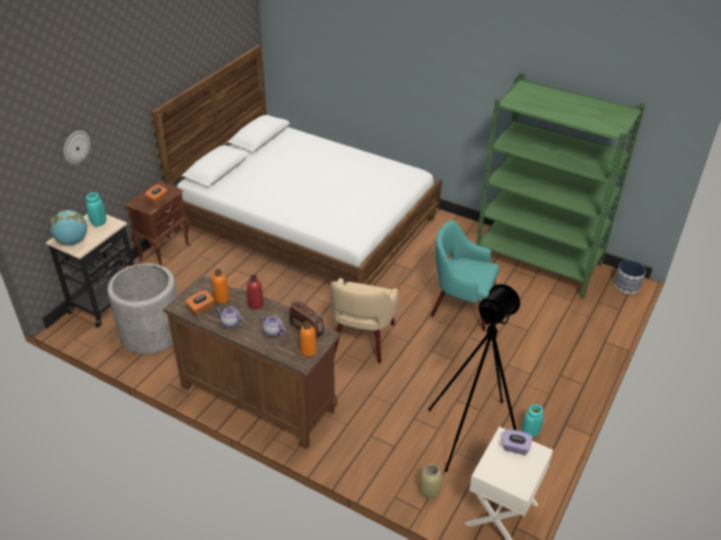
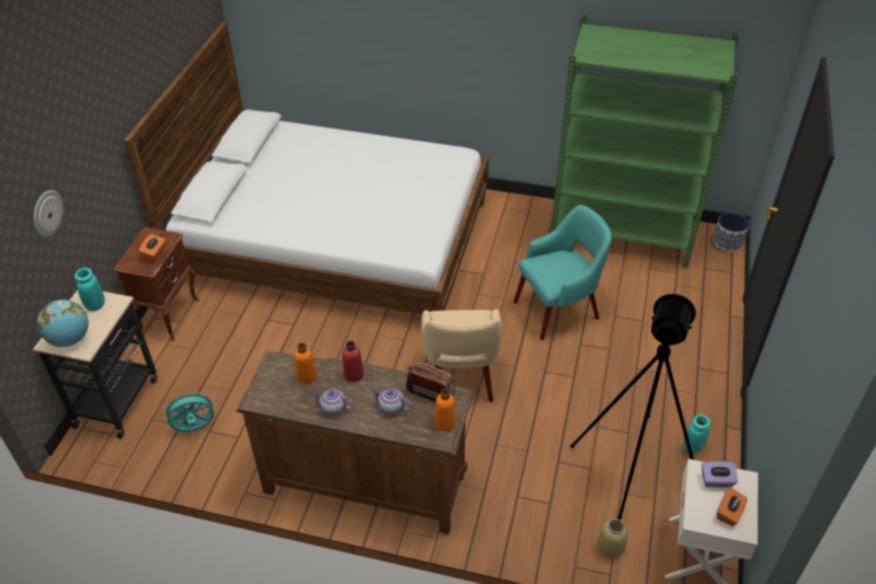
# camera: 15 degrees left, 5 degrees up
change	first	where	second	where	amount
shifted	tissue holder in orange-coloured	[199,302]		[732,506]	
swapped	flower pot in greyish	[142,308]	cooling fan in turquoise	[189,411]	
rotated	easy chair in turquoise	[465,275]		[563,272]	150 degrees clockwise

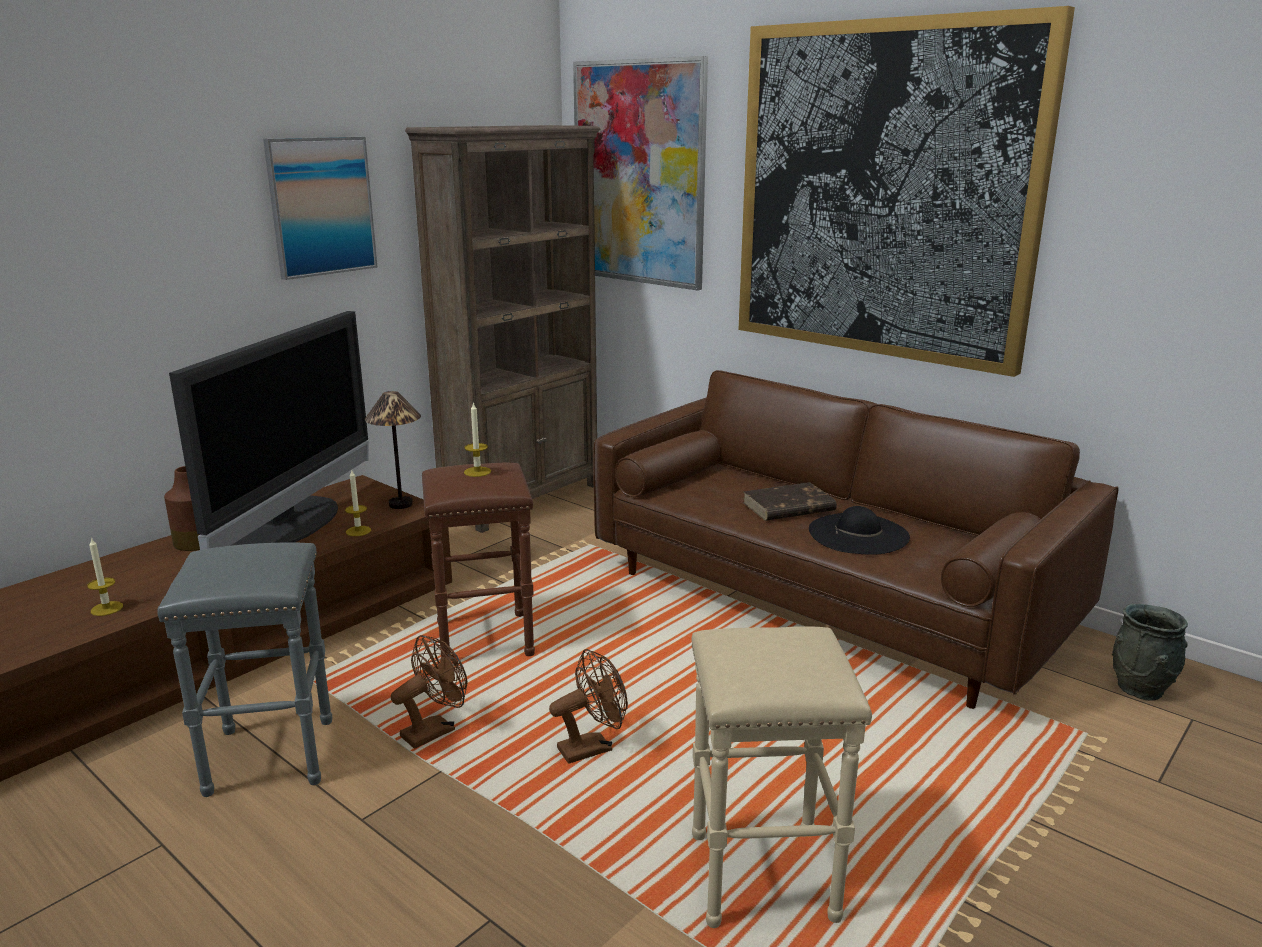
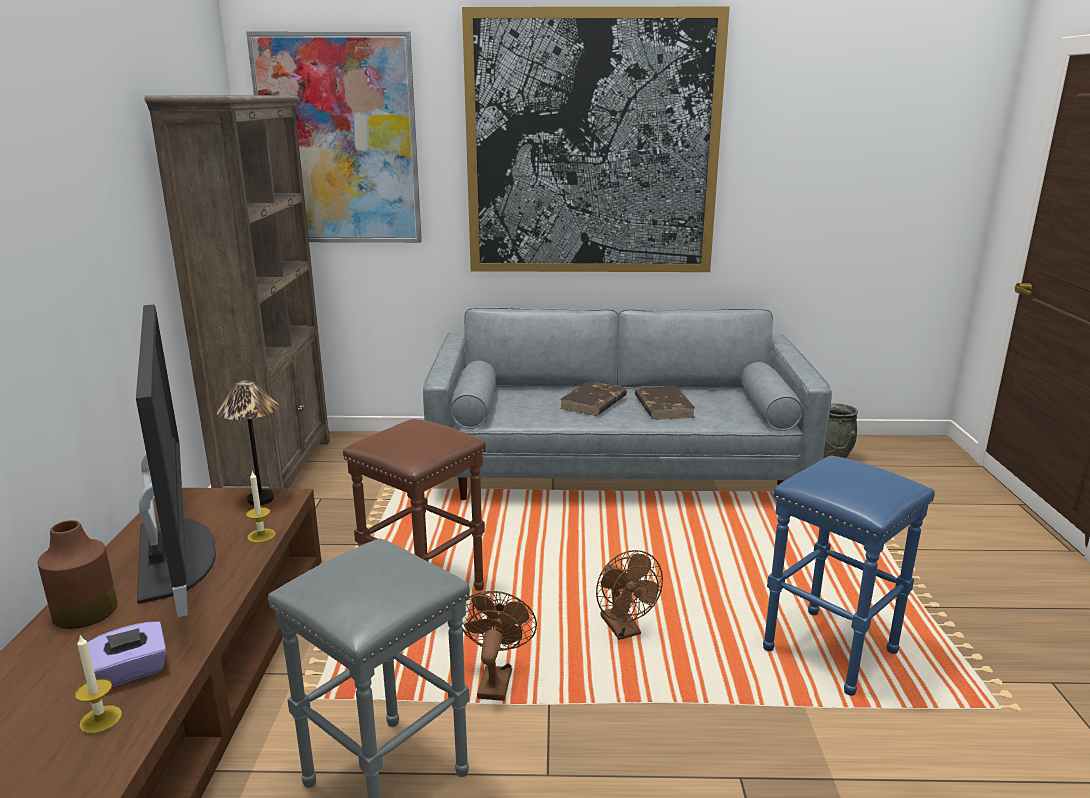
# camera: 40 degrees left, 0 degrees up
change	first	where	second	where	amount
gone	wall art	[320,208]			
gone	wax light	[477,439]			
new			tissue holder in purplish	[126,654]	
swapped	wearable hat in black-coloured	[859,530]	bound book in brown-coloured	[665,403]	
repainted	couch in brown-coloured	[856,539]	couch in greyish	[627,404]	
repainted	stool in beige-coloured	[781,777]	stool in bluish	[849,576]	
rotated	cooling fan in brown-coloured	[588,706]		[629,595]	135 degrees clockwise

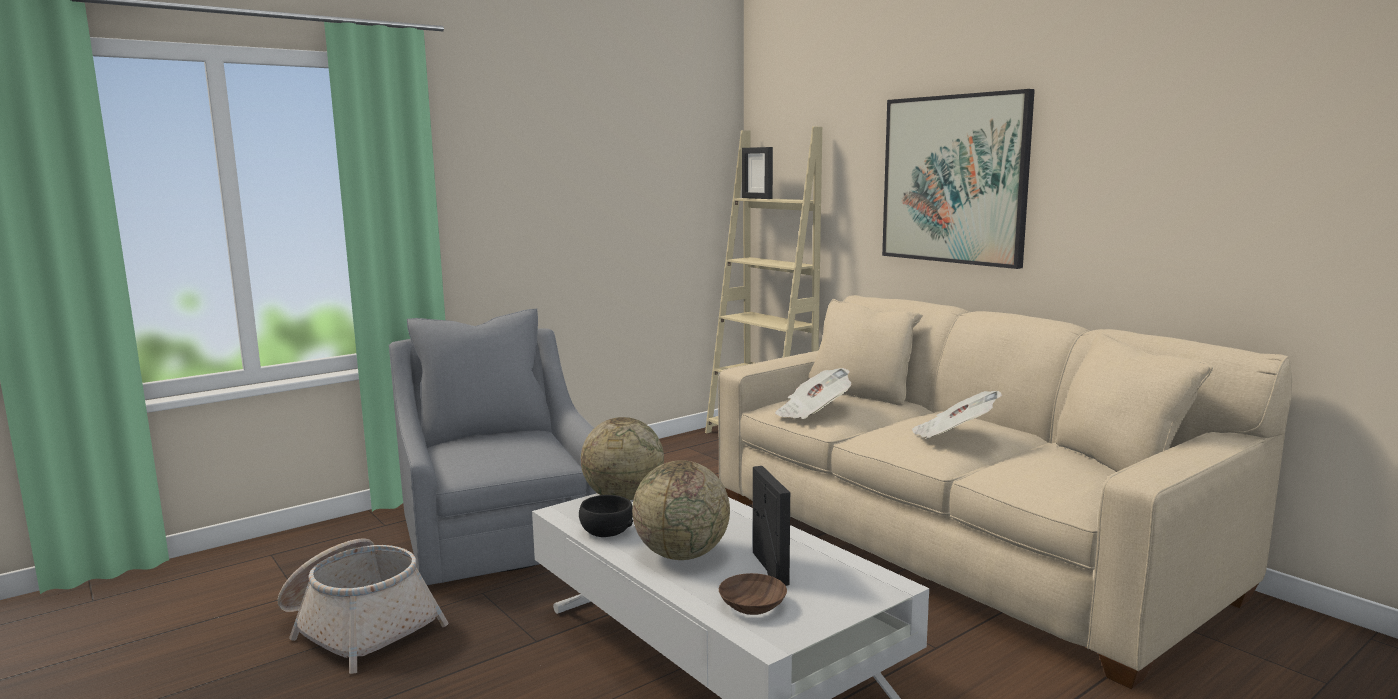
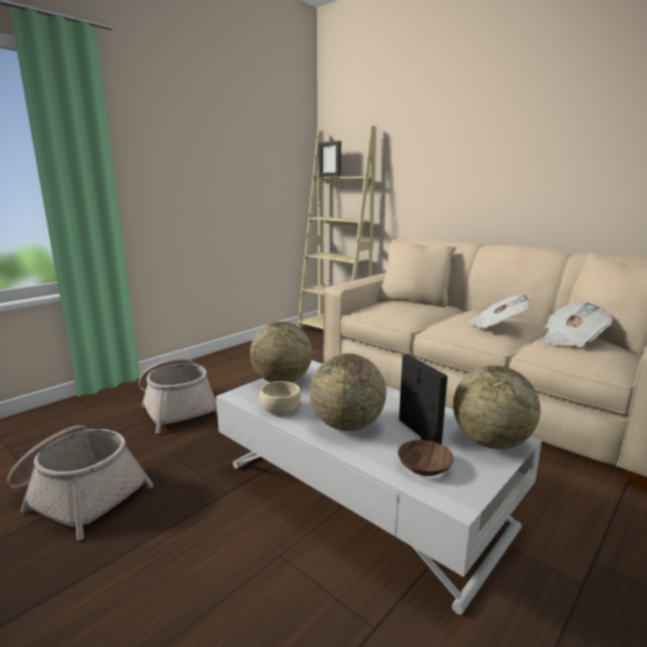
# camera: 10 degrees left, 5 degrees up
change	first	where	second	where	amount
gone	wall art	[958,179]			
new			world globe	[497,407]	
shifted	daily paper	[813,393]		[577,324]	
swapped	easy chair in greyish	[493,447]	storage basket	[178,395]	
repainted	bowl in black-coloured	[606,516]	bowl in beige-coloured	[280,398]	

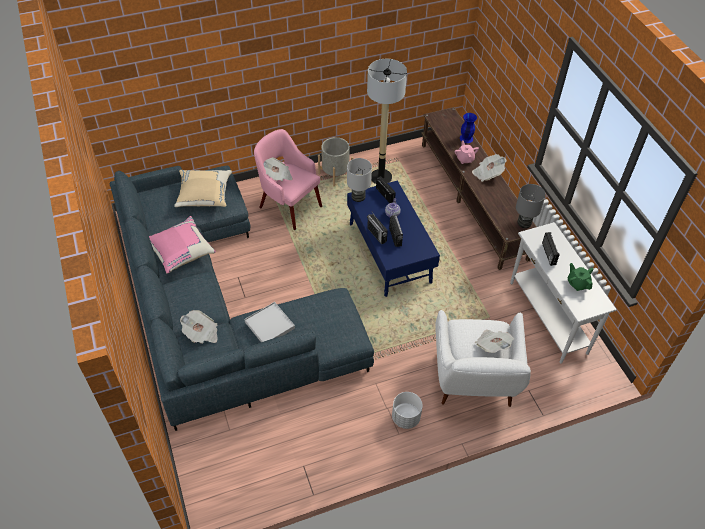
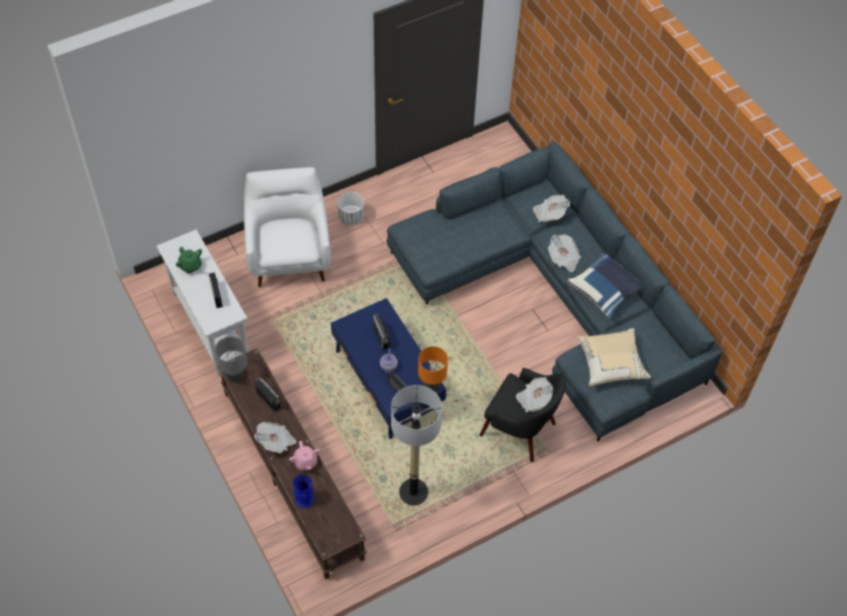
# camera: 170 degrees right, 5 degrees up
change	first	where	second	where	amount
gone	tray in whitish	[269,322]			
gone	flower pot in greyish	[335,162]			
shifted	radio receiver	[377,228]		[268,394]	
shifted	daily paper	[494,341]		[564,253]	
repainted	cushion in pink-coloured	[182,245]	cushion in bluish	[604,285]	
repainted	easy chair in pink-coloured	[288,179]	easy chair in black-coloured	[523,415]	
repainted	tabletop lamp in greyish	[359,180]	tabletop lamp in orange-coloured	[433,369]	

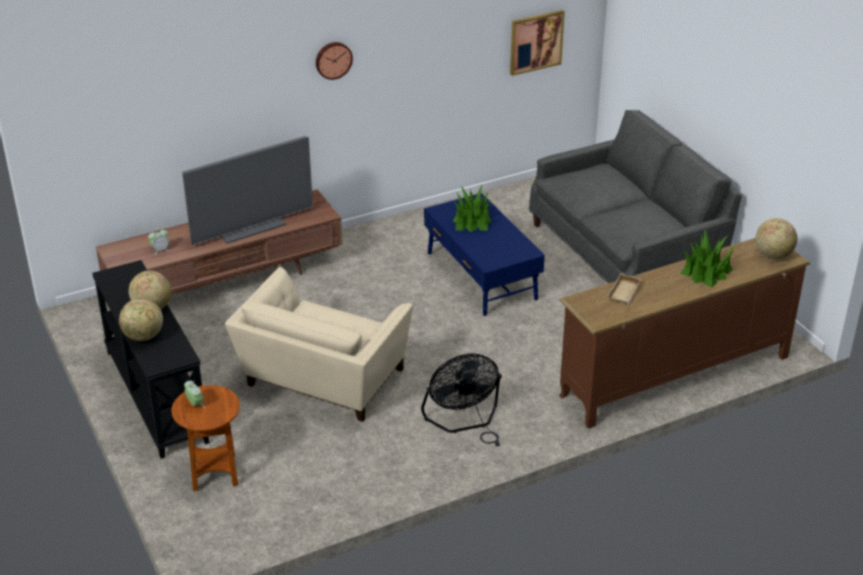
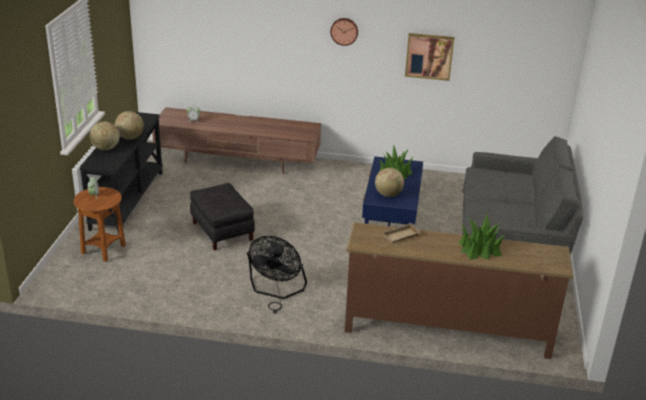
# camera: 35 degrees right, 5 degrees down
change	first	where	second	where	amount
gone	TV	[247,190]			
shifted	wall art	[537,43]		[429,57]	
shifted	world globe	[776,238]		[389,182]	
swapped	easy chair in beige-coloured	[319,344]	ottoman in black-coloured	[222,216]	

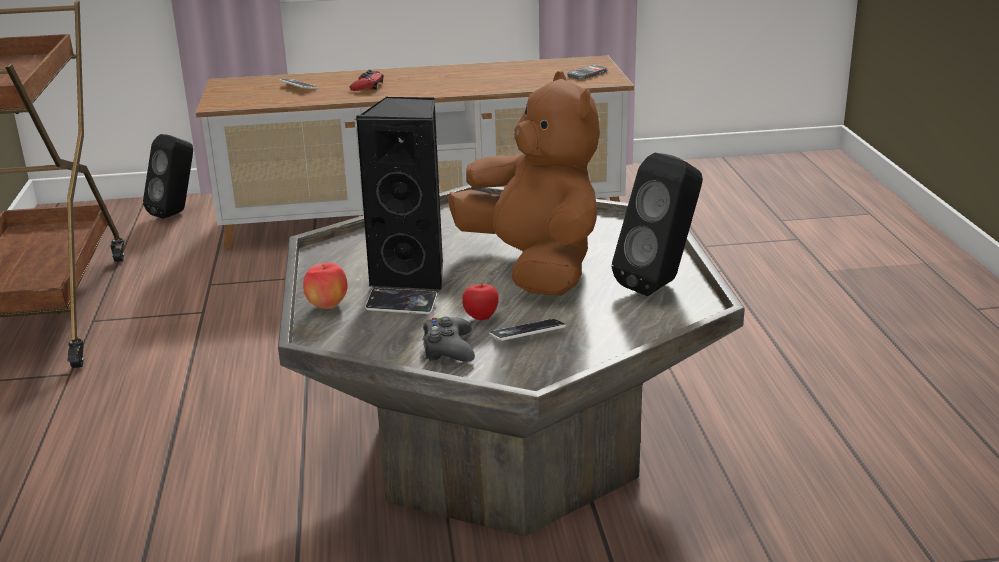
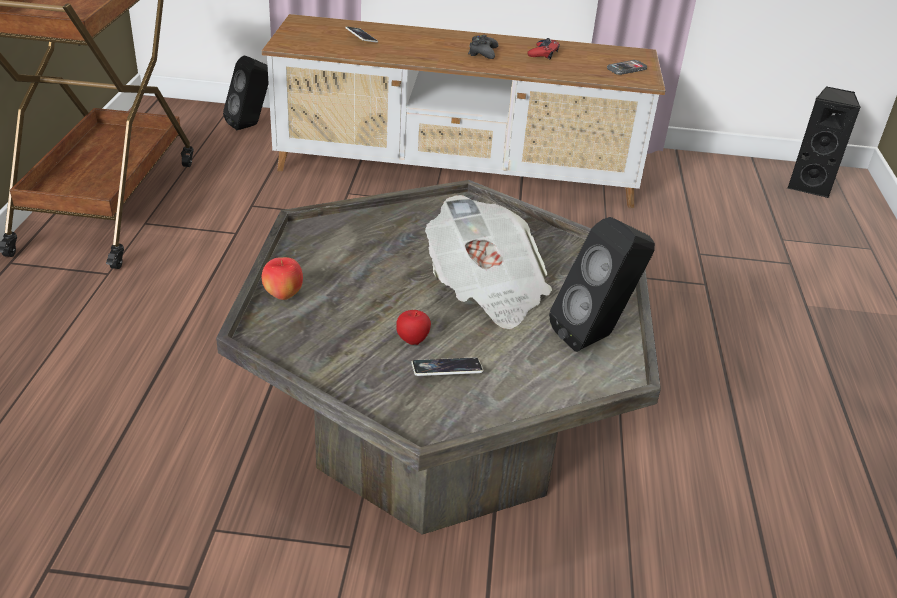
# camera: 10 degrees right, 10 degrees up
change	first	where	second	where	amount
gone	handset	[401,301]			
shifted	game controller in reddish	[366,80]		[543,48]	
shifted	audio speaker in black-coloured	[398,193]		[824,142]	
shifted	game controller in black-coloured	[449,339]		[483,47]	
swapped	plush toy in brown-coloured	[524,183]	daily paper	[488,262]	

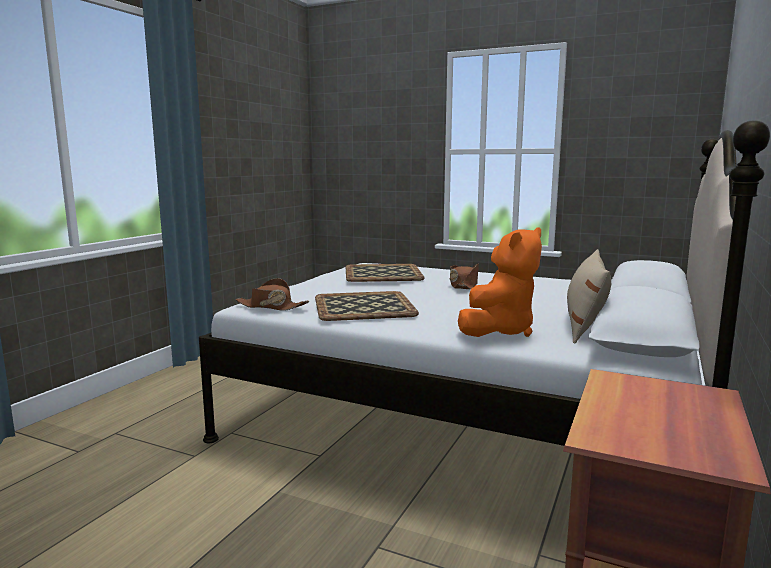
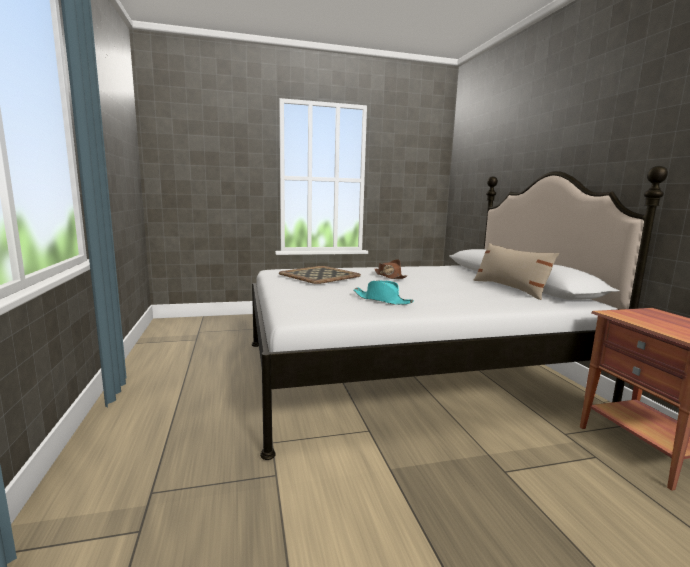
# camera: 40 degrees left, 0 degrees up
change	first	where	second	where	amount
gone	wearable hat in brown-coloured	[272,294]			
gone	plush toy in orange-coloured	[500,282]			
swapped	tray	[367,306]	wearable hat in turquoise	[383,292]	

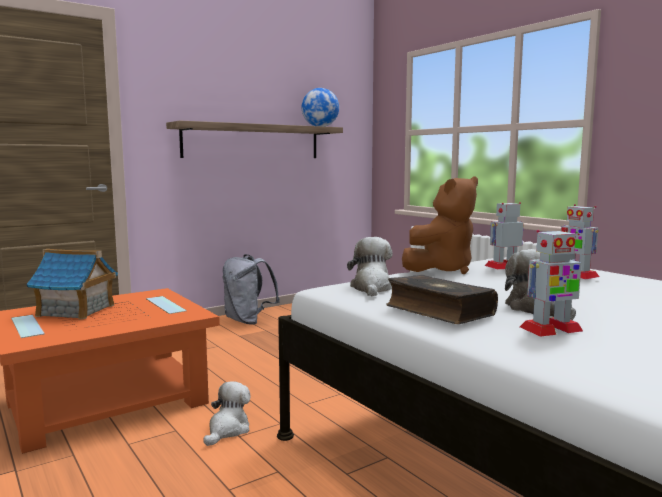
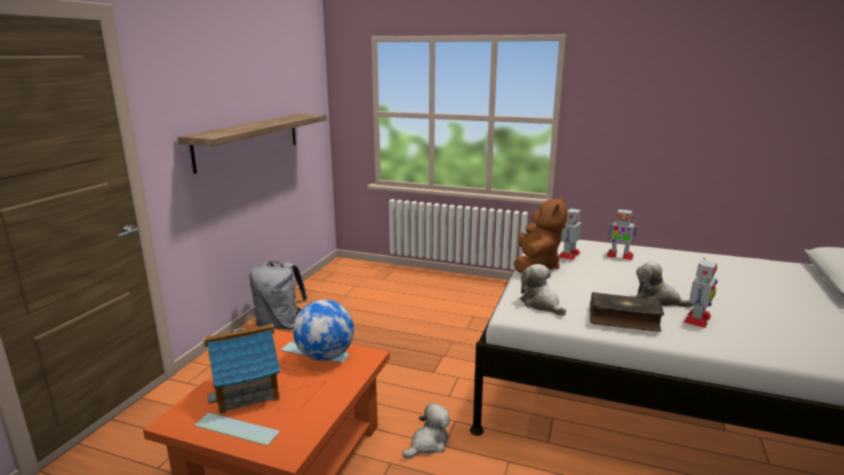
# camera: 35 degrees left, 10 degrees up
change	first	where	second	where	amount
shifted	world globe	[320,107]		[323,330]	
rotated	plush toy	[227,413]		[426,431]	60 degrees clockwise

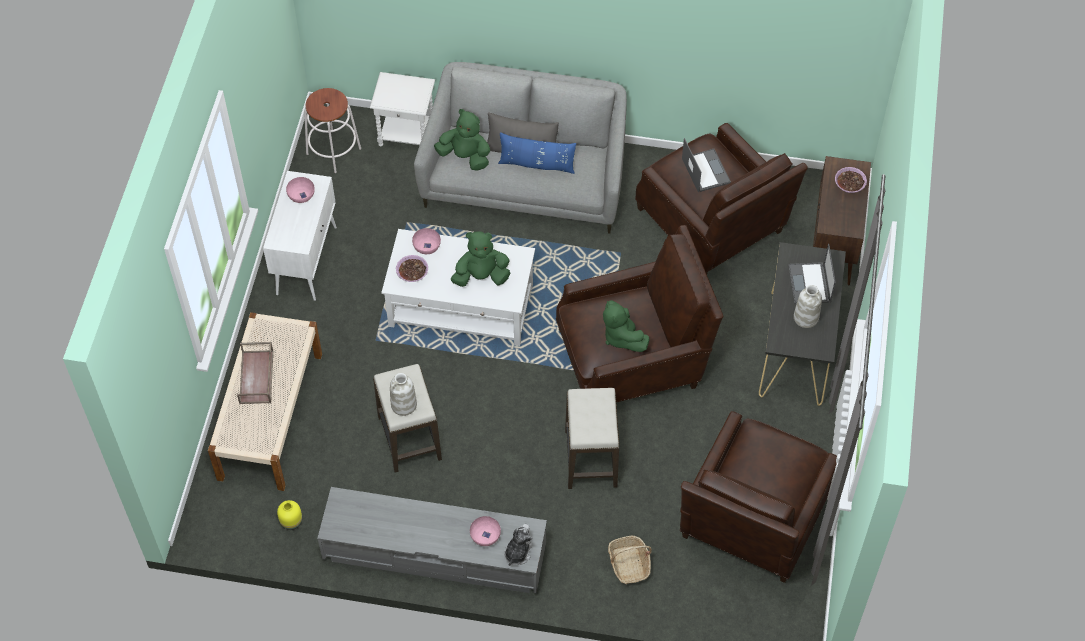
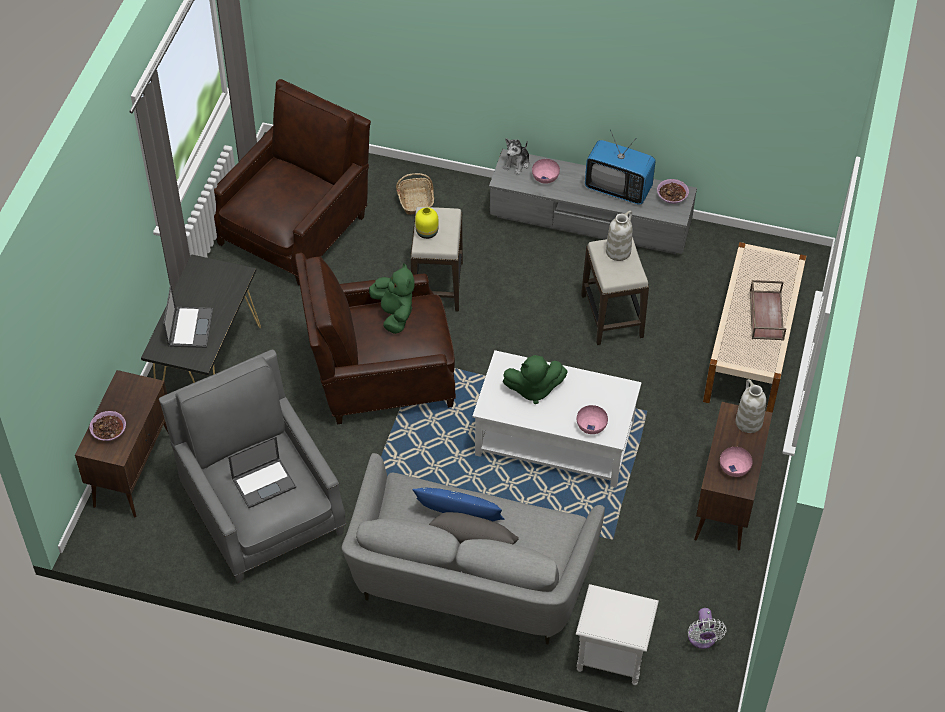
# camera: 175 degrees left, 5 degrees down
change	first	where	second	where	amount
gone	plush toy in green-coloured	[462,140]			
new			TV	[620,167]	
shifted	decorative vase in yellow-coloured	[289,515]		[426,223]	
shifted	bowl	[412,268]		[673,191]	
shifted	decorative vase in whitish	[808,306]		[750,406]	
swapped	stool in whitish	[333,130]	cooling fan in whitish	[707,628]	
repainted	storage cabinet in whitish	[300,236]	storage cabinet in brown-coloured	[733,476]	
repainted	easy chair in brown-coloured	[721,198]	easy chair in greyish	[252,466]	
rotated	notebook computer	[706,165]		[262,472]	105 degrees counterclockwise

